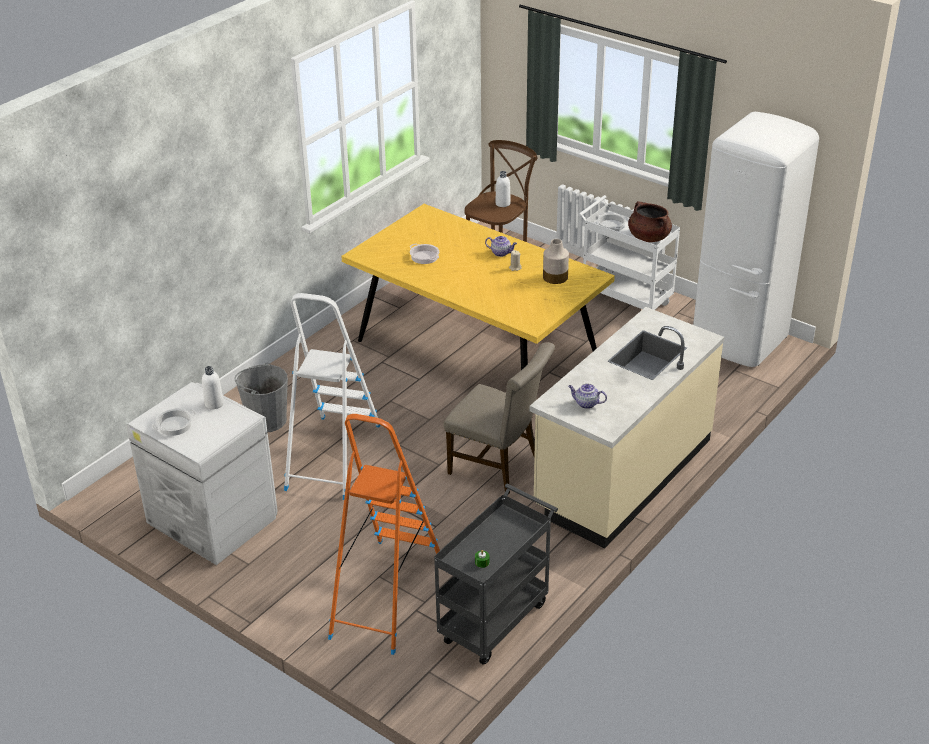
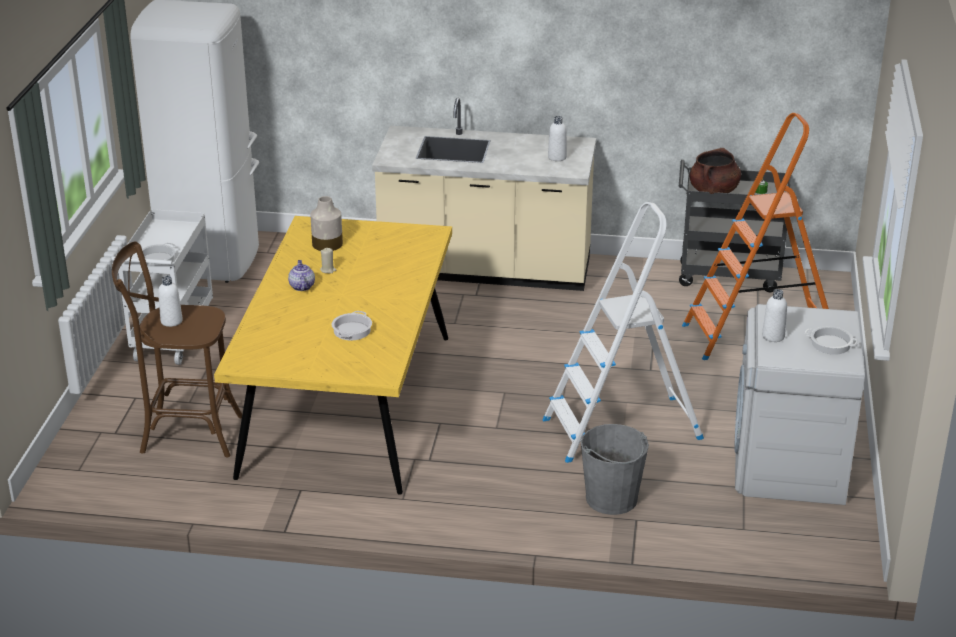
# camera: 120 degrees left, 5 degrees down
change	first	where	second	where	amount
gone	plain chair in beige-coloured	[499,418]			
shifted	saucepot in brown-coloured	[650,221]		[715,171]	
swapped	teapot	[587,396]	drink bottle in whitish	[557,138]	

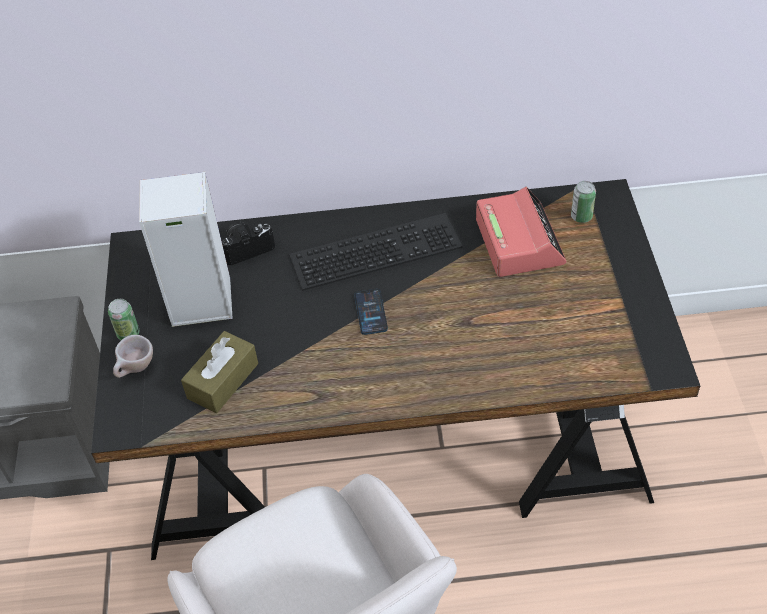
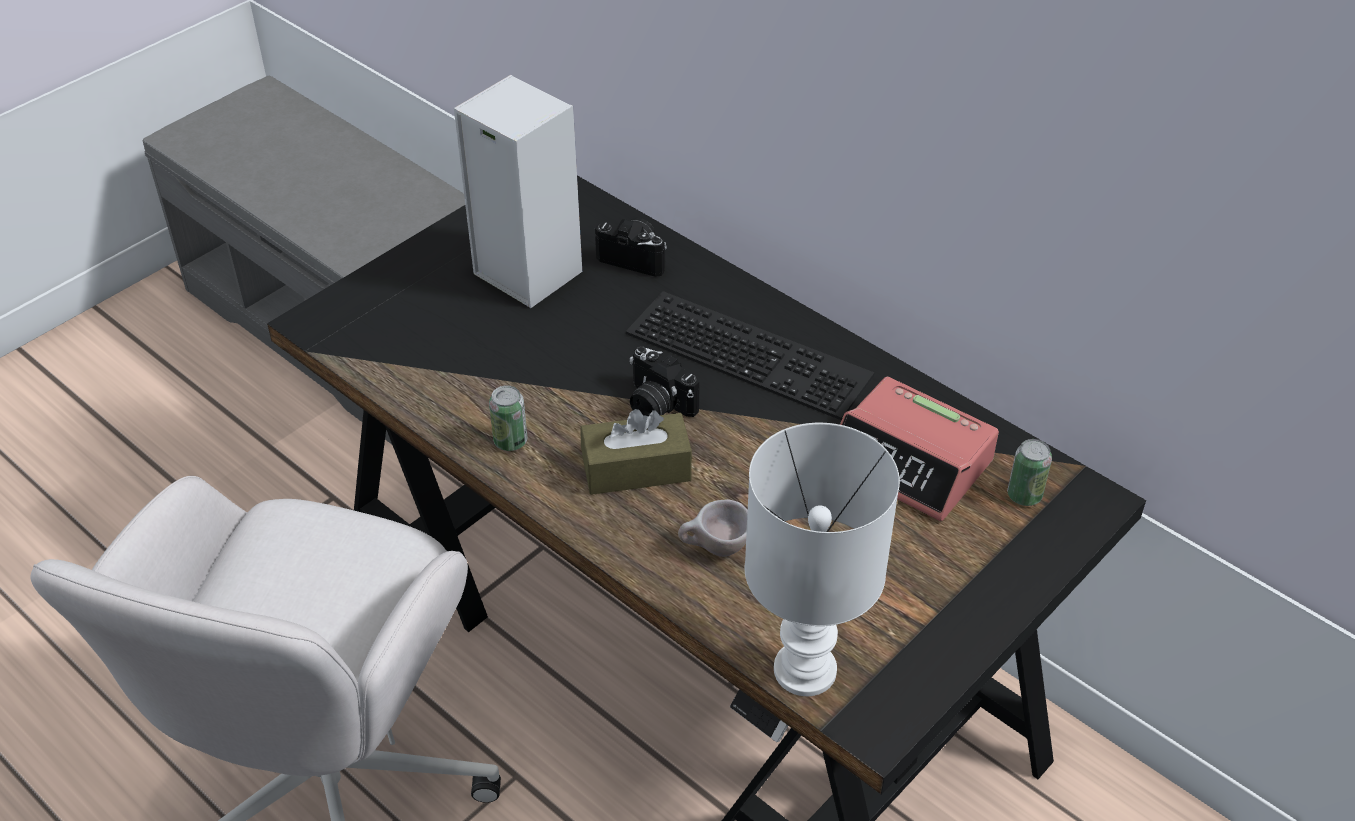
# camera: 45 degrees right, 5 degrees down
change	first	where	second	where	amount
new			tabletop lamp in whitish	[822,559]	
shifted	sealed can	[123,319]		[508,418]	
shifted	drinking cup in beige-coloured	[133,356]		[713,528]	
shifted	tissue holder in brown-coloured	[219,372]		[636,452]	
swapped	handset	[371,312]	photo camera	[664,381]	
rotated	bedside clock	[521,232]		[919,449]	90 degrees clockwise

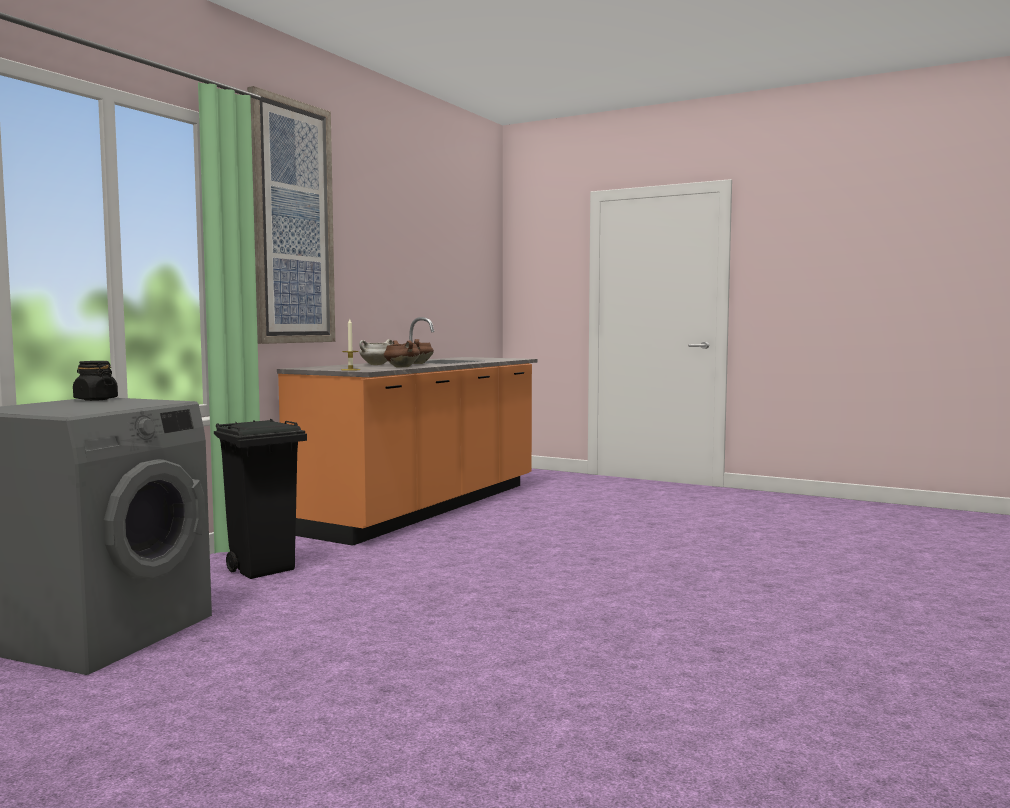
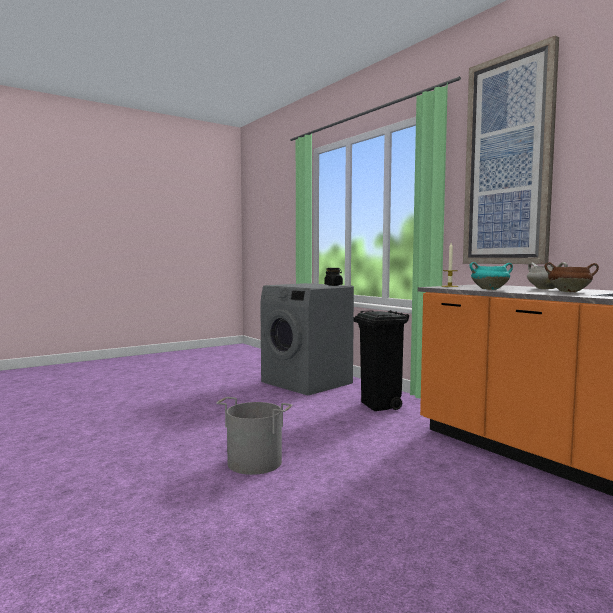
# camera: 115 degrees right, 0 degrees up
change	first	where	second	where	amount
new			water bucket in greyish	[254,436]	
repainted	saucepot in brown-coloured	[402,354]	saucepot in turquoise	[491,276]	

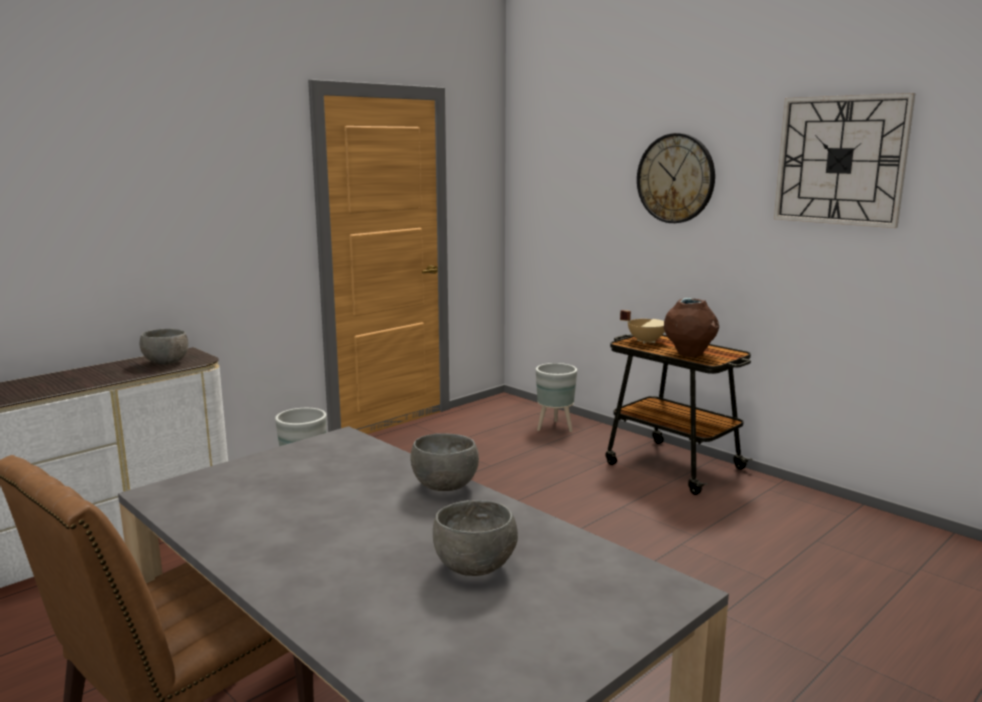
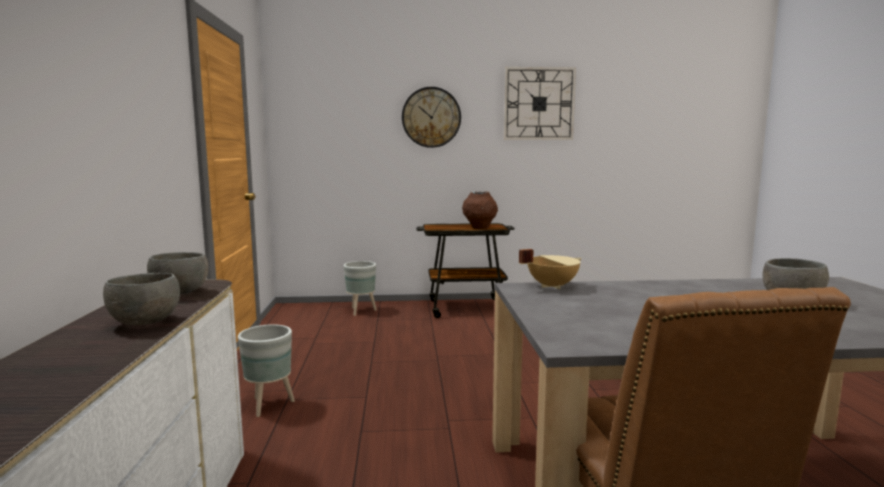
# camera: 50 degrees left, 5 degrees down
change	first	where	second	where	amount
shifted	bowl in greyish	[445,462]		[141,299]	
shifted	saucepot in beige-coloured	[642,327]		[550,269]	

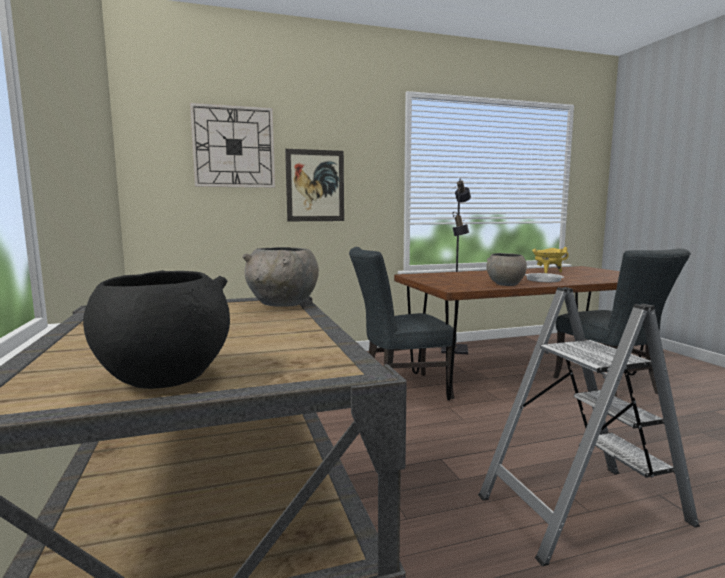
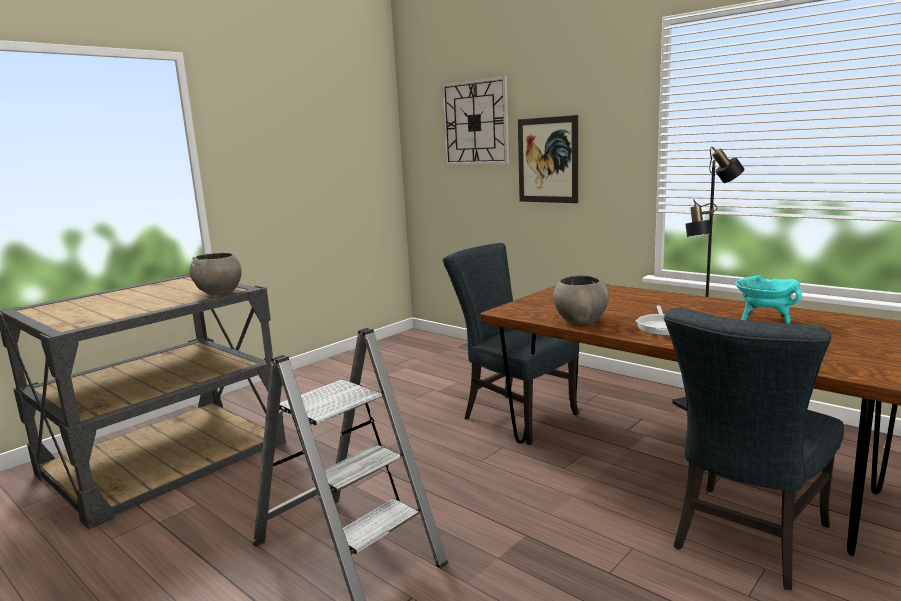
# camera: 60 degrees right, 5 degrees up
change	first	where	second	where	amount
gone	bowl in black-coloured	[156,329]			
repainted	saucepot in yellow-coloured	[550,260]	saucepot in turquoise	[768,299]	

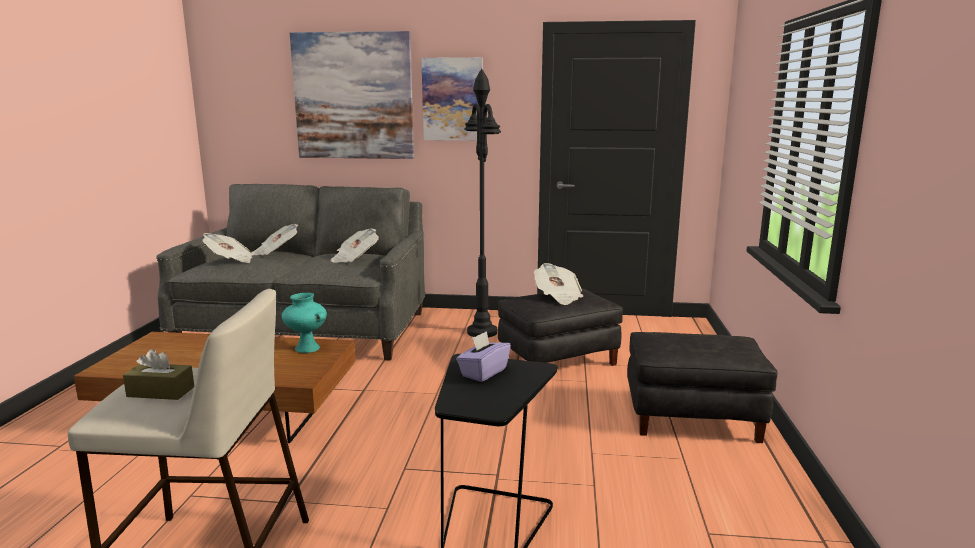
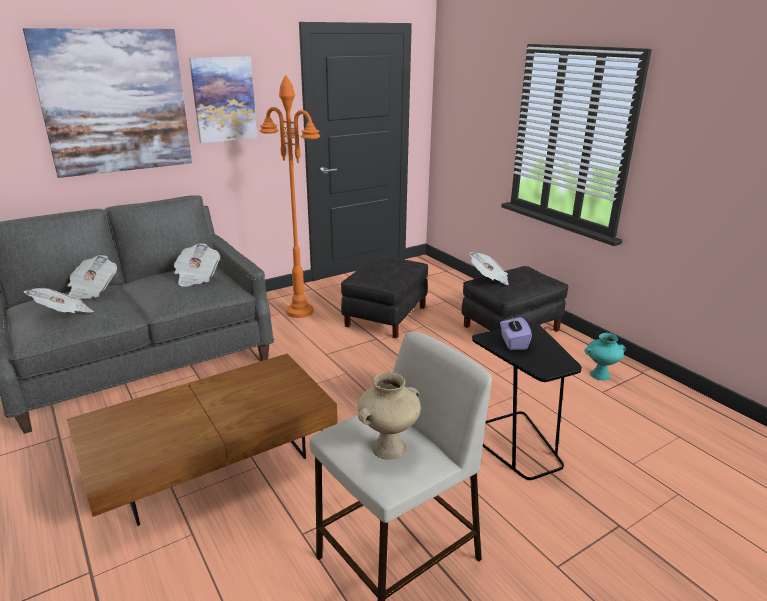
# camera: 40 degrees left, 10 degrees up
change	first	where	second	where	amount
shifted	decorative vase in turquoise	[304,323]		[605,356]	
shifted	daily paper	[558,284]		[489,268]	
swapped	tissue holder in brown-coloured	[158,374]	decorative vase in beige-coloured	[389,416]	
repainted	standing lamp in black-coloured	[482,202]	standing lamp in orange-coloured	[290,196]	

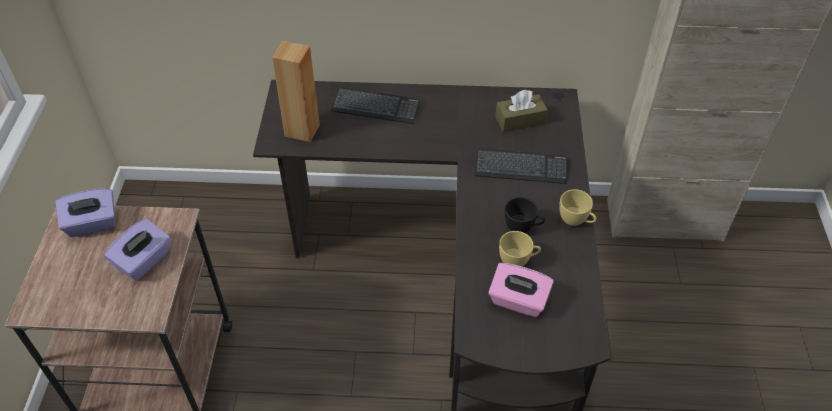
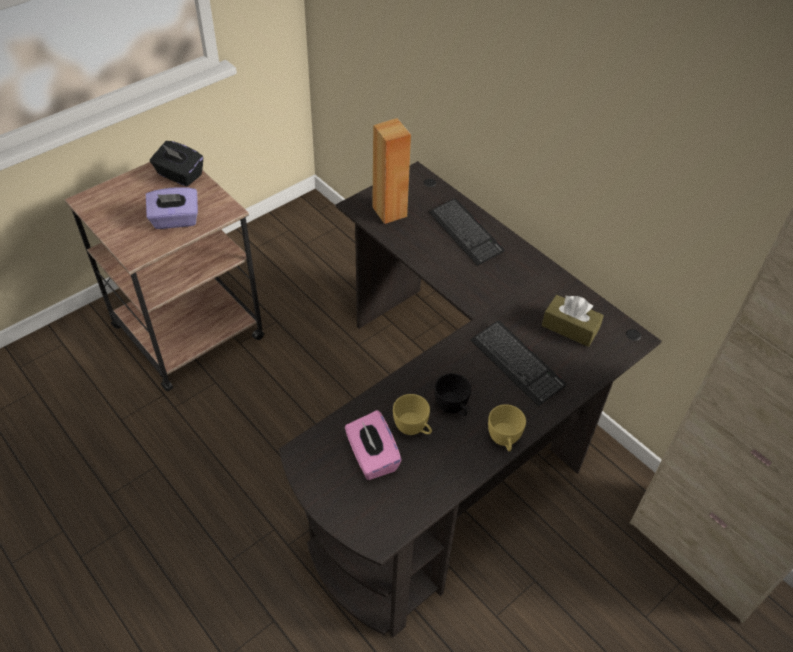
# camera: 45 degrees right, 0 degrees up
change	first	where	second	where	amount
repainted	tissue holder in purplish	[85,213]	tissue holder in black-coloured	[176,164]	

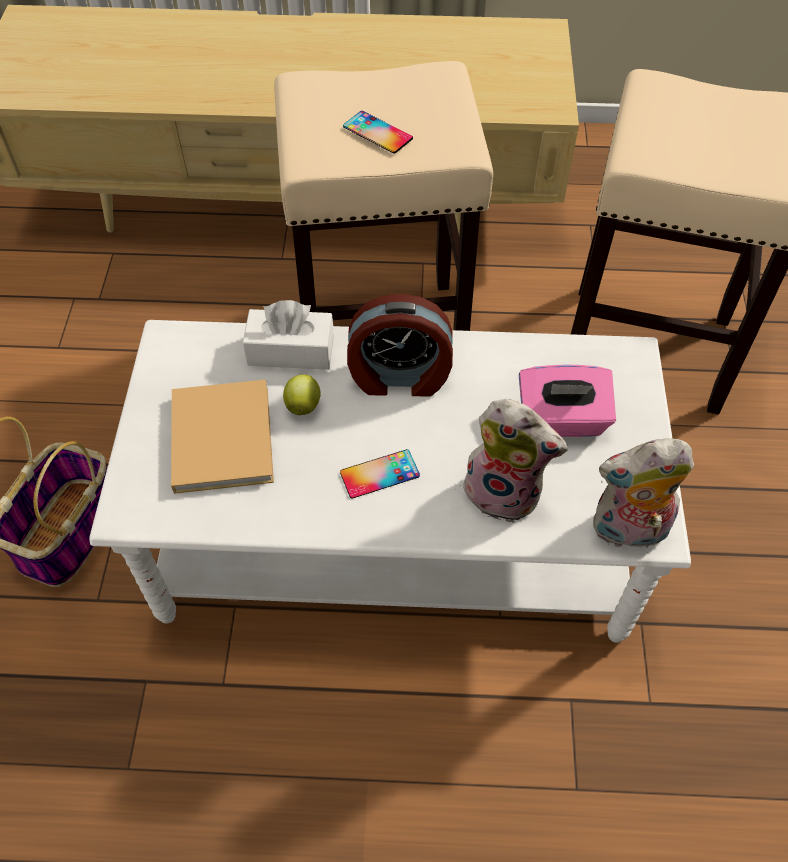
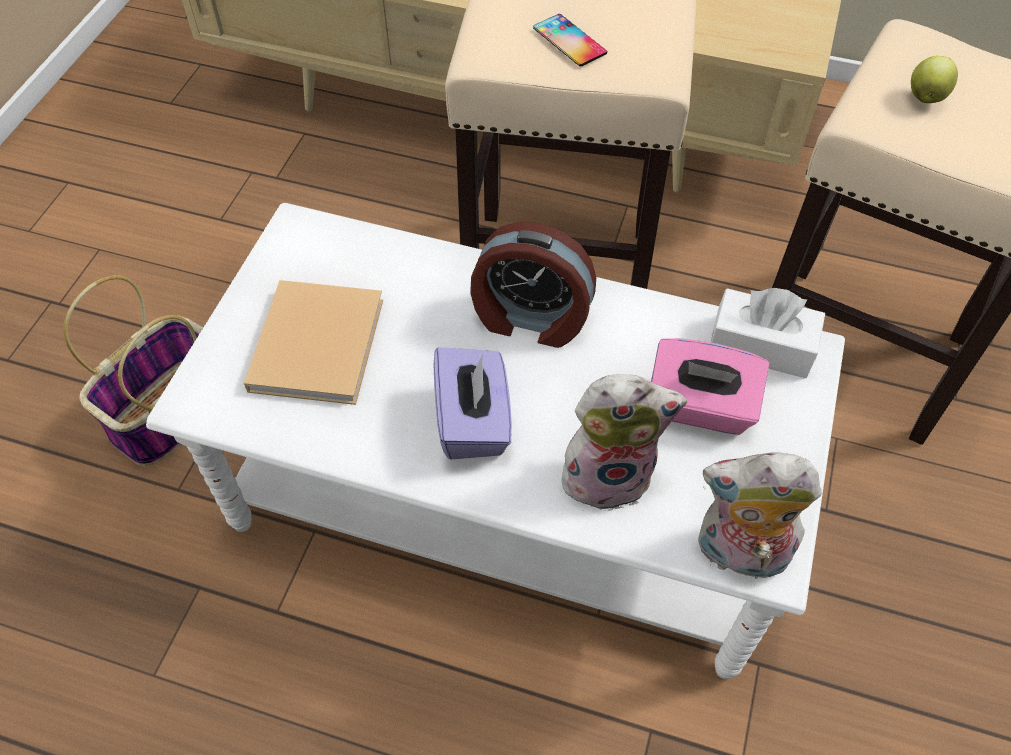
# camera: 15 degrees right, 0 degrees up
change	first	where	second	where	amount
shifted	tissue holder in whitish	[288,335]		[768,333]	
shifted	whole apple	[302,394]		[934,79]	
swapped	handset	[380,474]	tissue holder in purplish	[473,403]	
rotated	plush toy	[514,461]		[624,442]	45 degrees counterclockwise

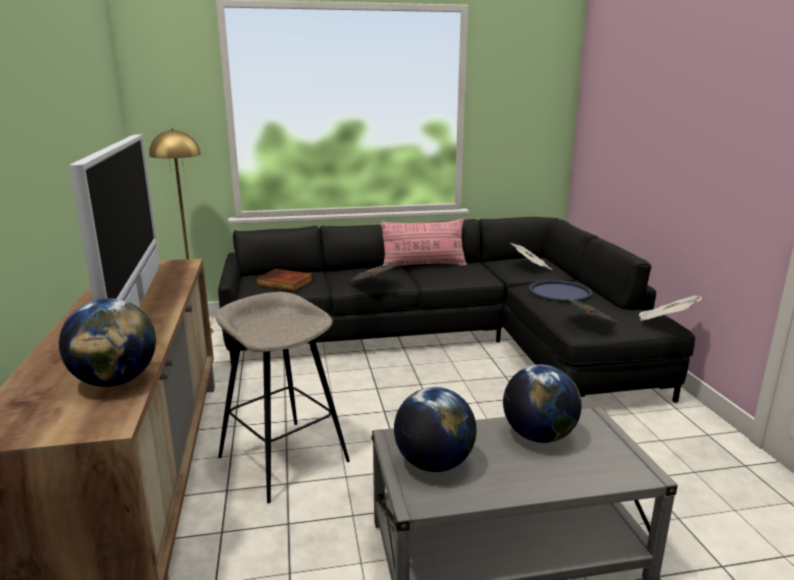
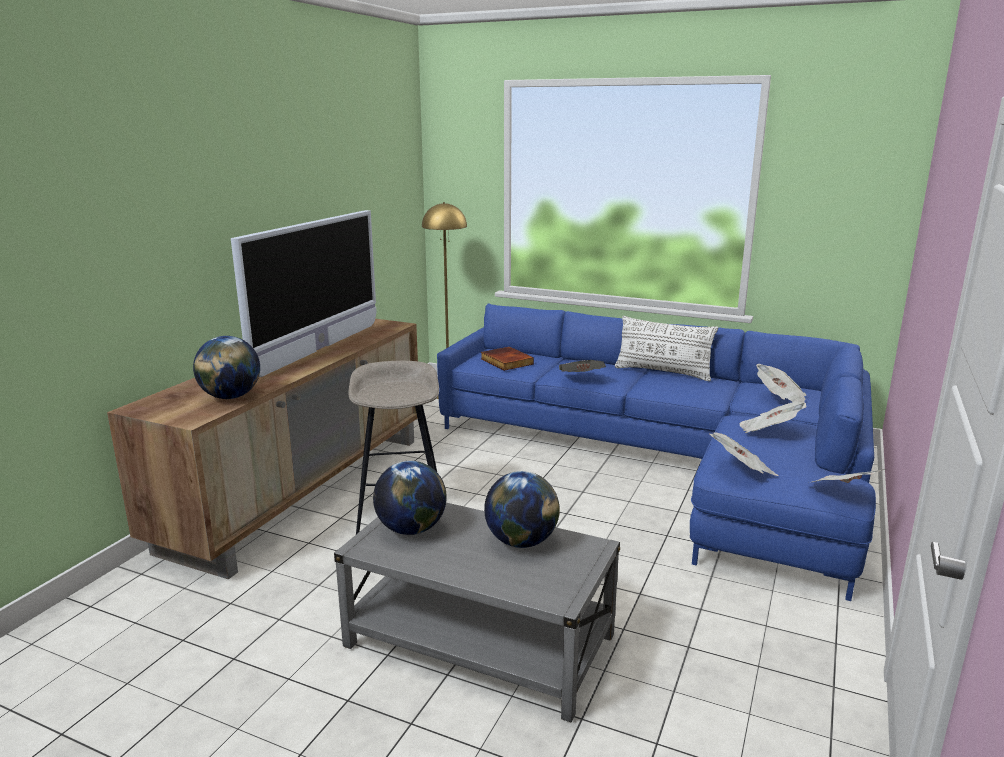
# camera: 35 degrees right, 0 degrees up
change	first	where	second	where	amount
swapped	tray in bluish	[561,291]	daily paper	[773,417]	
repainted	couch in black-coloured	[456,310]	couch in bluish	[656,452]	
repainted	cushion in pink-coloured	[423,243]	cushion in whitish	[666,348]	

